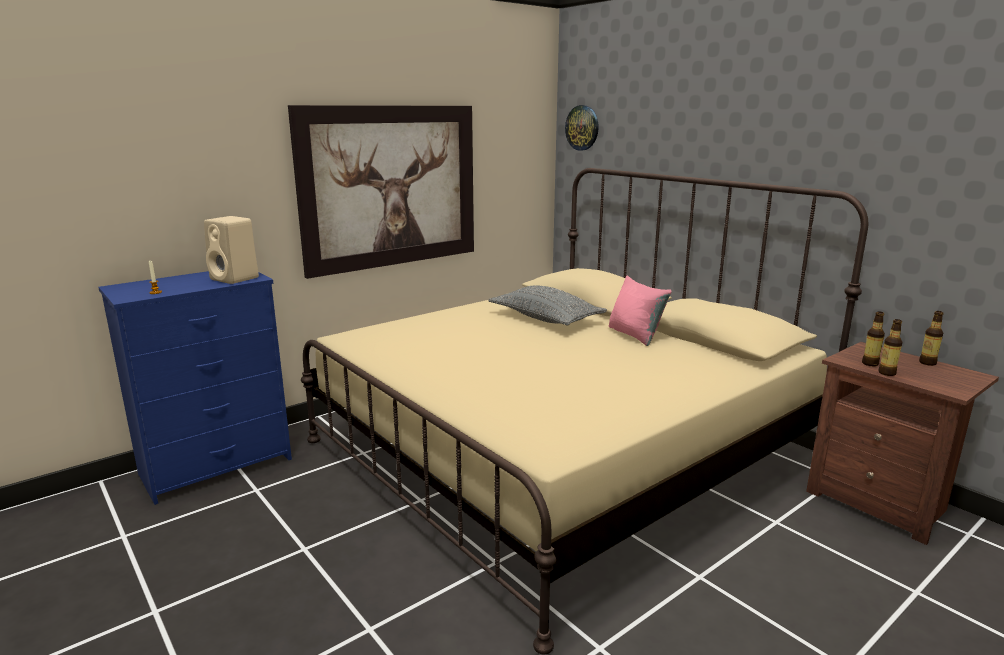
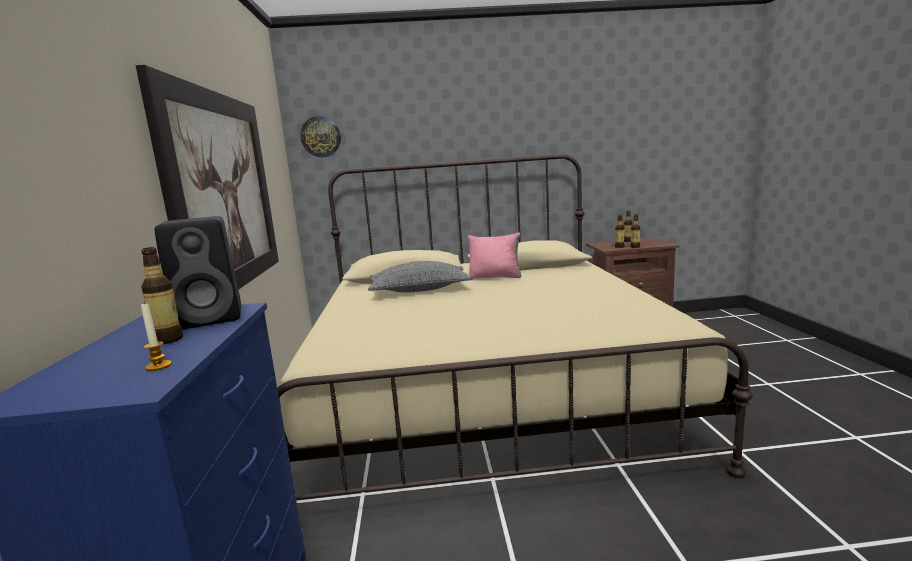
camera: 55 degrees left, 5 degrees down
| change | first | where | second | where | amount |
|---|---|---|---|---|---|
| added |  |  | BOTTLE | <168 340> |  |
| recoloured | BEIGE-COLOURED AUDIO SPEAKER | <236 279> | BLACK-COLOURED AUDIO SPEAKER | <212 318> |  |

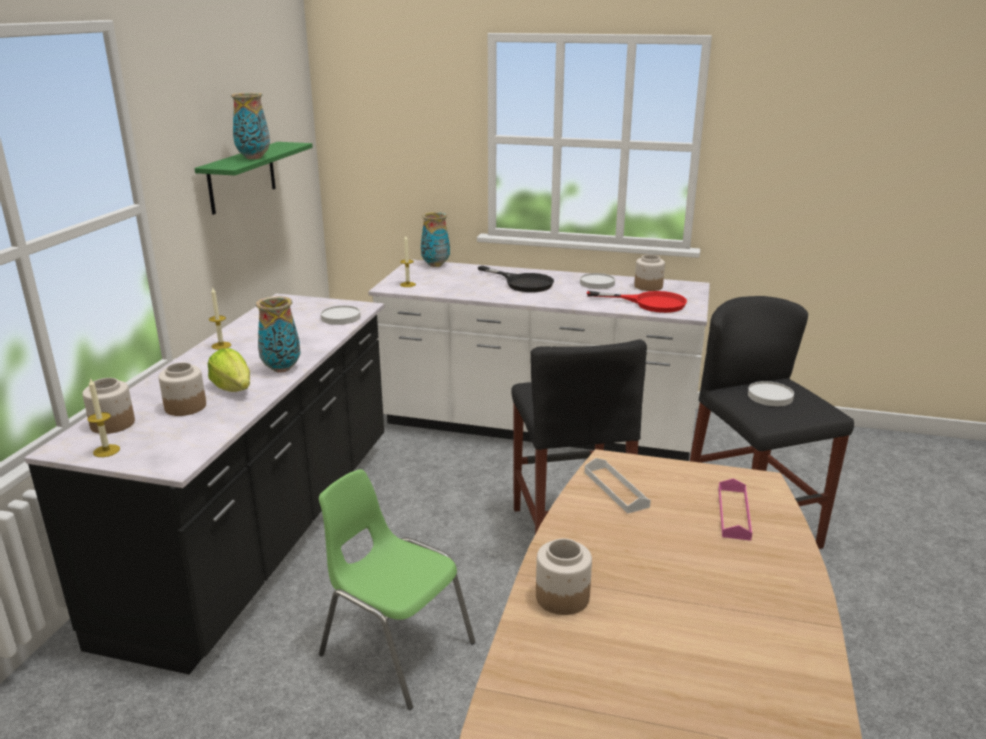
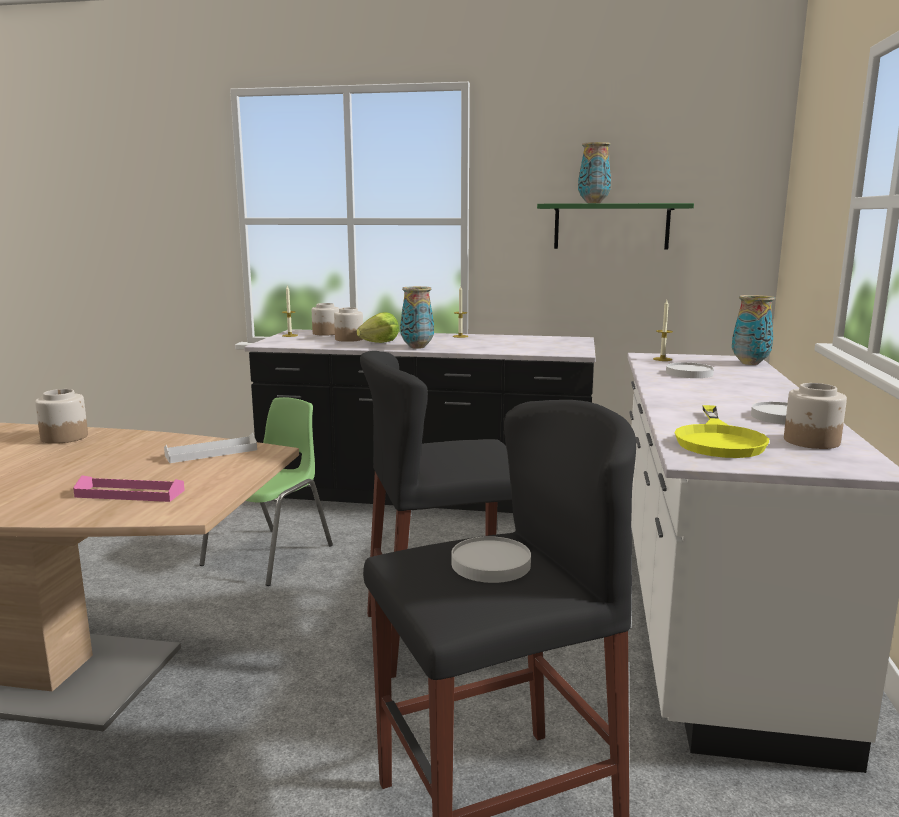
camera: 85 degrees right, 10 degrees down
| change | first | where | second | where | amount |
|---|---|---|---|---|---|
| moved | WHITE PLATE | <340 317> |  | <689 373> |  |
| recoloured | RED FRYING PAN | <650 303> | YELLOW-COLOURED FRYING PAN | <718 440> |  |
| removed | BLACK-COLOURED FRYING PAN | <522 283> |  |  |  |

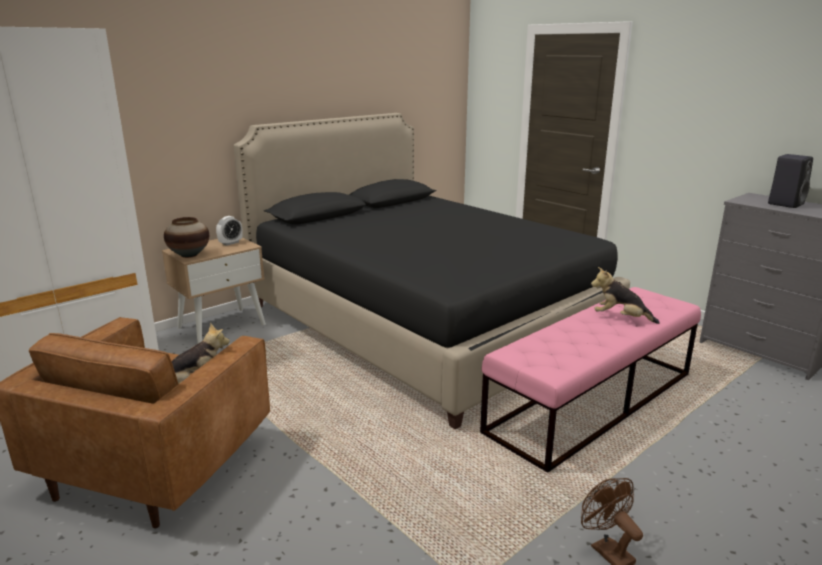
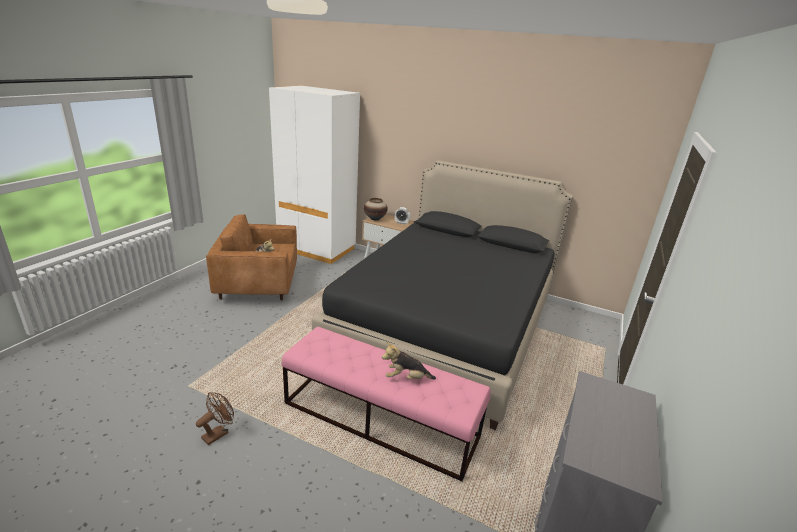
camera: 65 degrees right, 5 degrees up
| change | first | where | second | where | amount |
|---|---|---|---|---|---|
| turned | CUDDLY TOY | <620 318> |  | <406 378> | 90 degrees counterclockwise |
| removed | BLACK-COLOURED AUDIO SPEAKER | <785 203> |  |  |  |

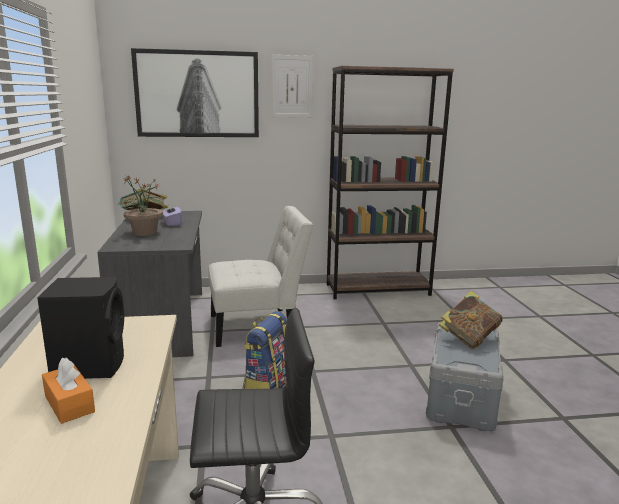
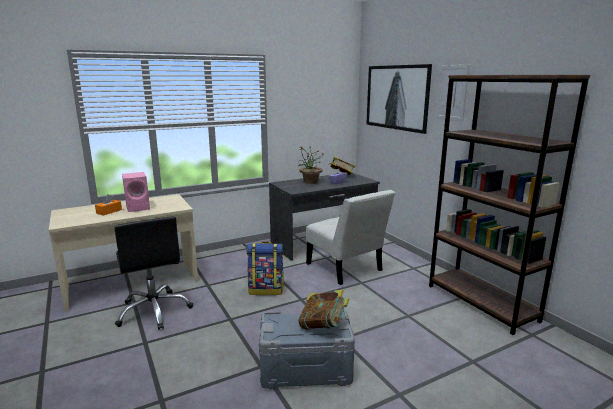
camera: 70 degrees right, 0 degrees up
| change | first | where | second | where | amount |
|---|---|---|---|---|---|
| recoloured | BLACK-COLOURED AUDIO SPEAKER | <90 364> | PINK-COLOURED AUDIO SPEAKER | <139 207> |  |

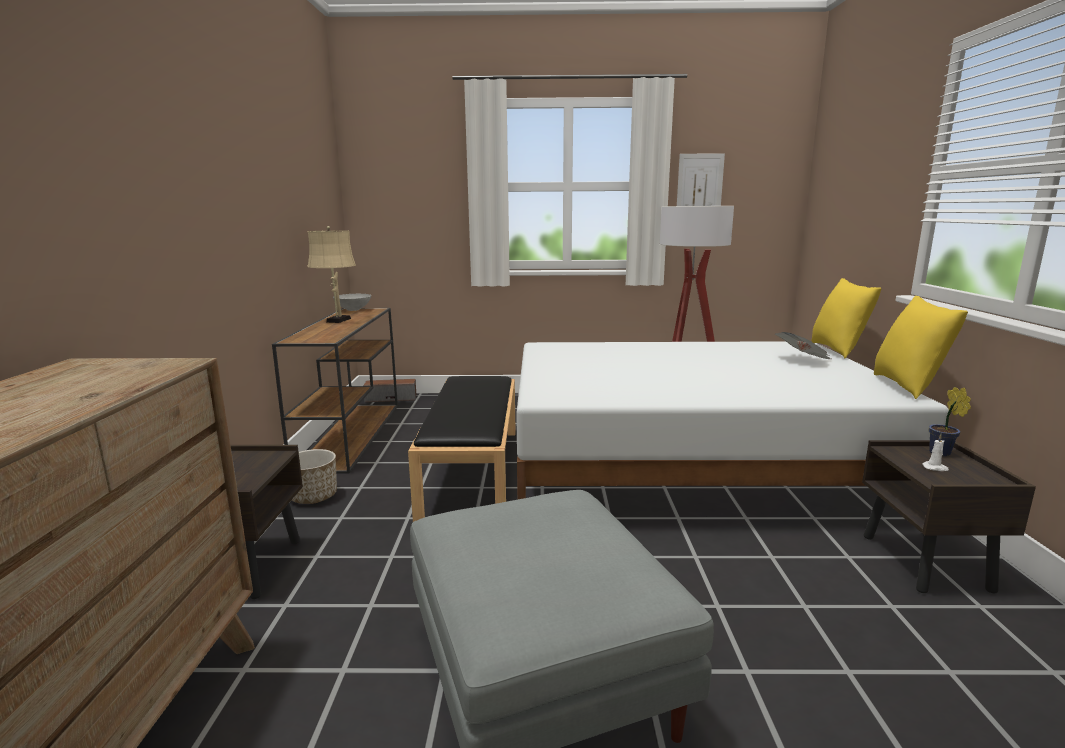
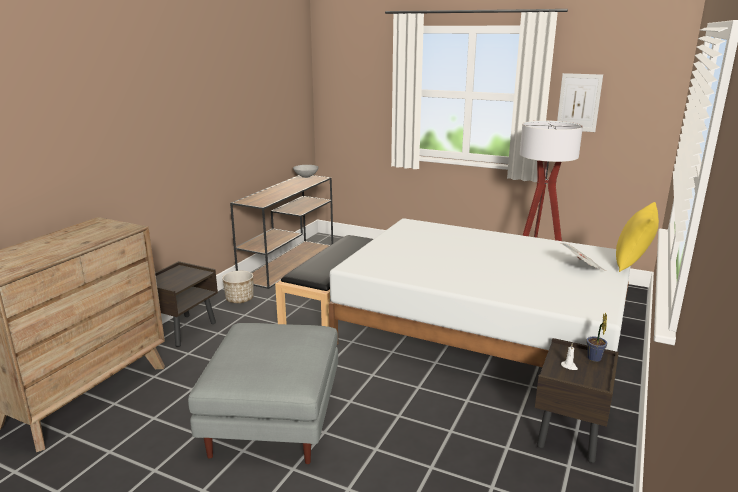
camera: 25 degrees right, 5 degrees up
| change | first | where | second | where | amount |
|---|---|---|---|---|---|
| removed | BEIGE-COLOURED TABLETOP LAMP | <337 321> |  |  |  |
| removed | AUDIO SPEAKER | <391 398> |  |  |  |
| removed | YELLOW-COLOURED THROW PILLOW | <908 386> |  |  |  |

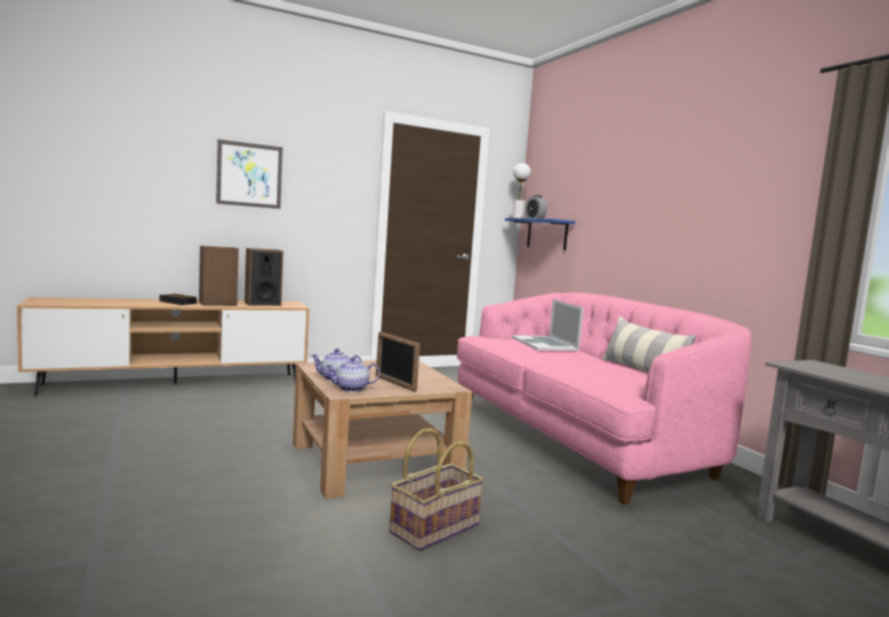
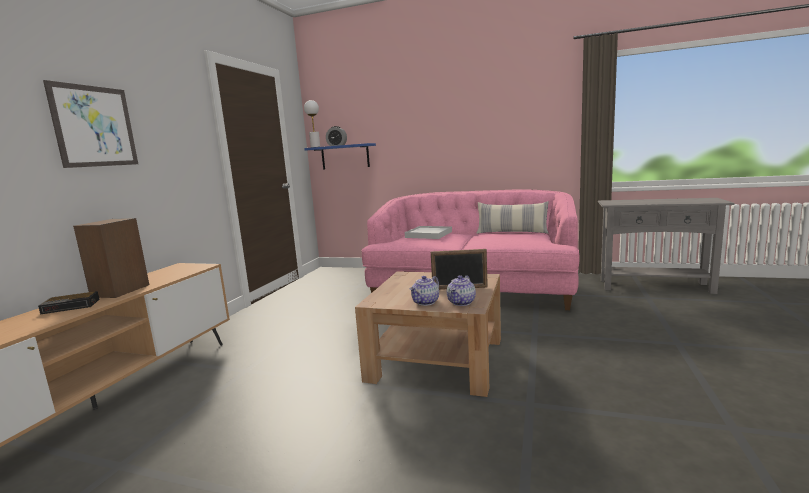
camera: 45 degrees left, 5 degrees up
| change | first | where | second | where | amount |
|---|---|---|---|---|---|
| replaced | LAPTOP | <544 344> | WHITE TRAY | <429 234> |  |
| removed | AUDIO SPEAKER | <262 304> |  |  |  |
| removed | BASKET | <434 528> |  |  |  |

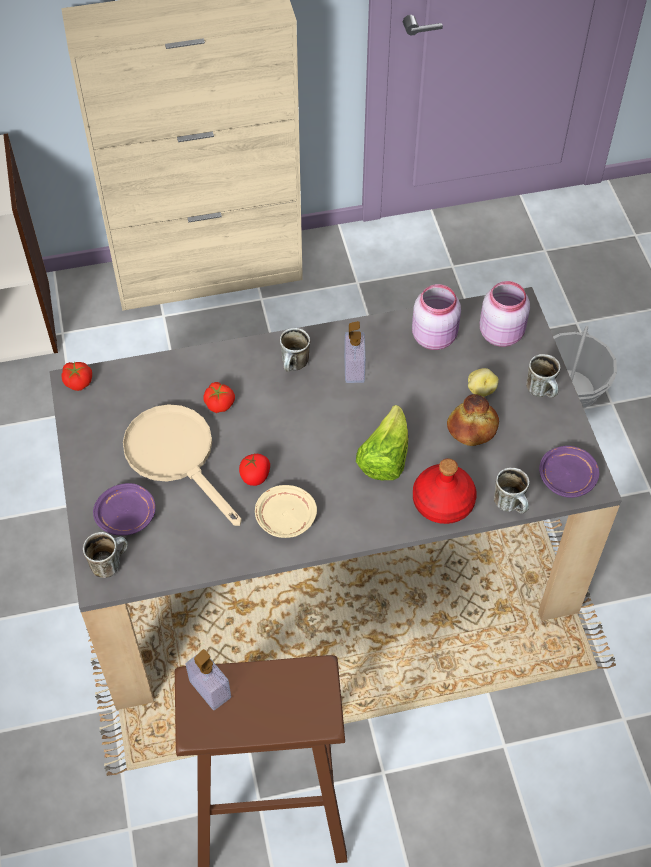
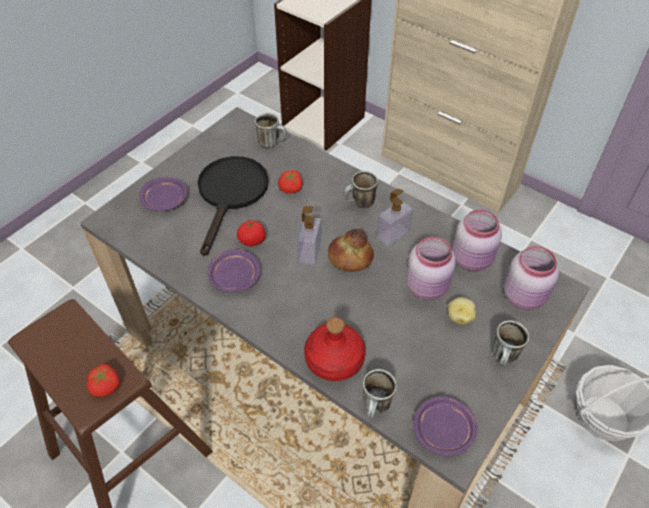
camera: 50 degrees right, 5 degrees down
| change | first | where | second | where | amount |
|---|---|---|---|---|---|
| moved | TOMATO | <78 381> |  | <106 385> |  |
| recoloured | BEIGE-COLOURED FRYING PAN | <177 456> | BLACK-COLOURED FRYING PAN | <231 194> |  |
| recoloured | BEIGE-COLOURED PLATE | <285 517> | PURPLE PLATE | <234 276> |  |
| moved | TEA MUG | <109 563> |  | <272 143> |  |
| moved | SOAP DISPENSER | <210 689> |  | <309 251> |  |
| moved | BAKED BREAD | <472 428> |  | <350 258> |  |
| added |  |  | PINK-COLOURED STORAGE JAR | <428 287> |  |
| removed | HEAD OF LETTUCE | <384 458> |  |  |  |

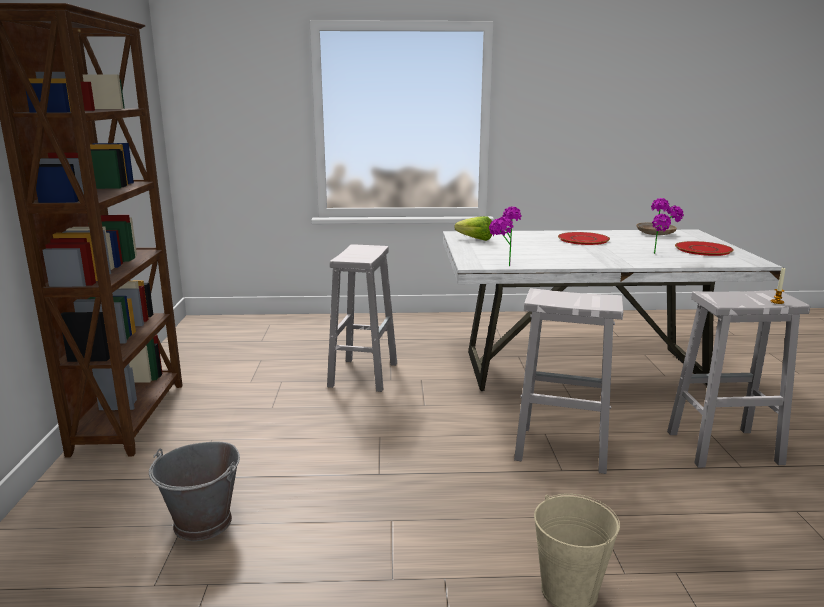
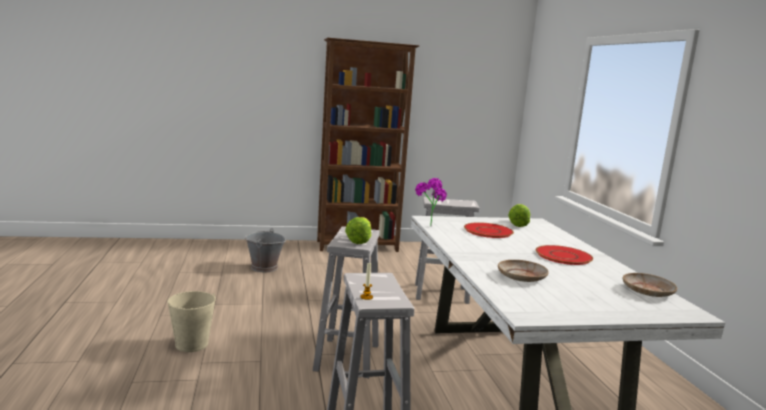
camera: 80 degrees right, 5 degrees down
| change | first | where | second | where | amount |
|---|---|---|---|---|---|
| added |  |  | HEAD OF LETTUCE | <361 240> |  |
| moved | RED PLATE | <703 249> |  | <488 231> |  |
| replaced | POTTED PLANT | <661 254> | BEIGE-COLOURED PLATE | <522 277> |  |

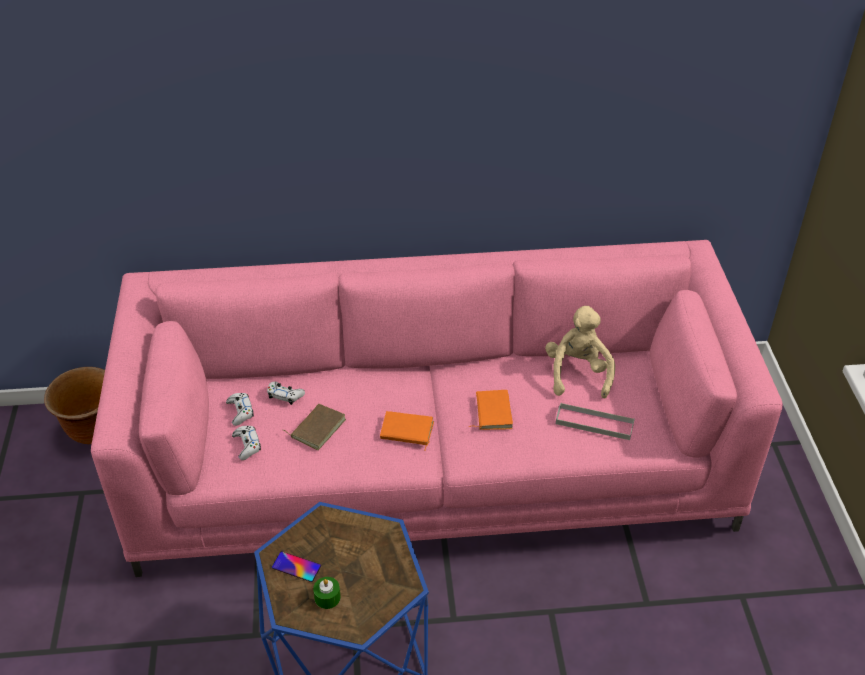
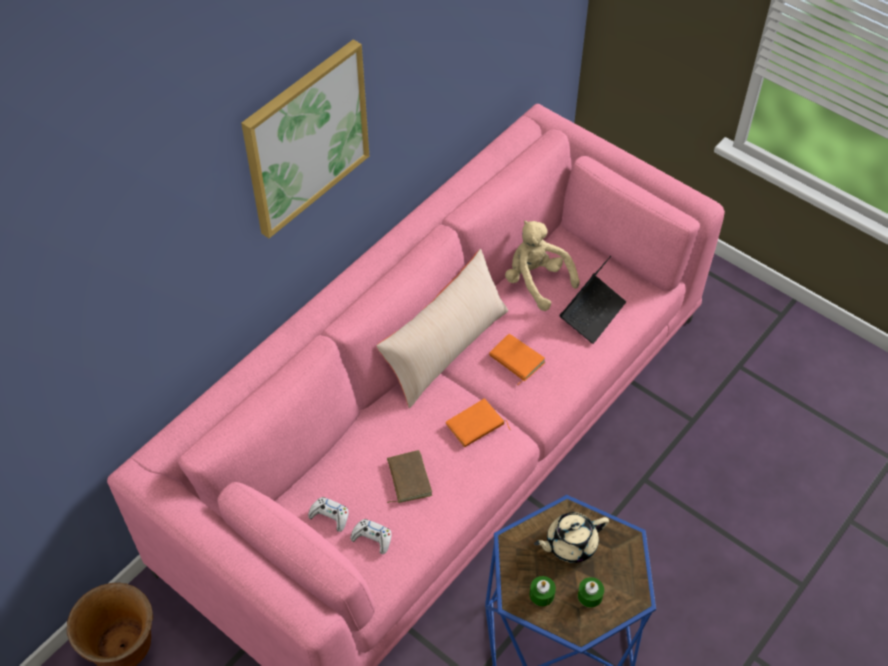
camera: 45 degrees left, 10 degrees up
| change | first | where | second | where | amount |
|---|---|---|---|---|---|
| added |  |  | PICTURE | <306 138> |  |
| added |  |  | BEIGE-COLOURED THROW PILLOW | <445 348> |  |
| replaced | TELEPHONE | <296 567> | GREEN WAX CANDLE | <542 594> |  |
| added |  |  | BEIGE-COLOURED TEAPOT | <570 544> |  |
| replaced | GREY TRAY | <594 423> | LAPTOP | <592 313> |  |
| removed | WHITE JOYPAD | <285 395> |  |  |  |

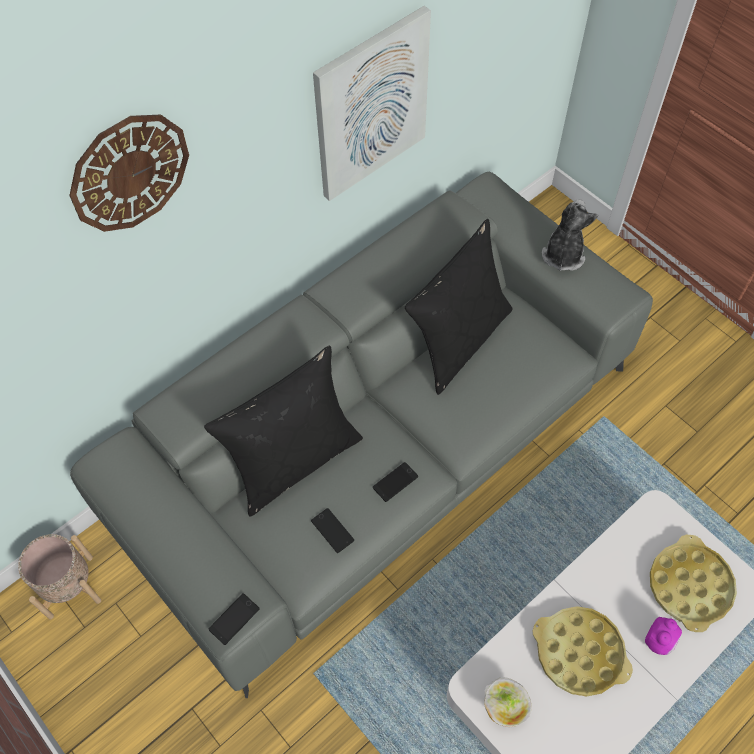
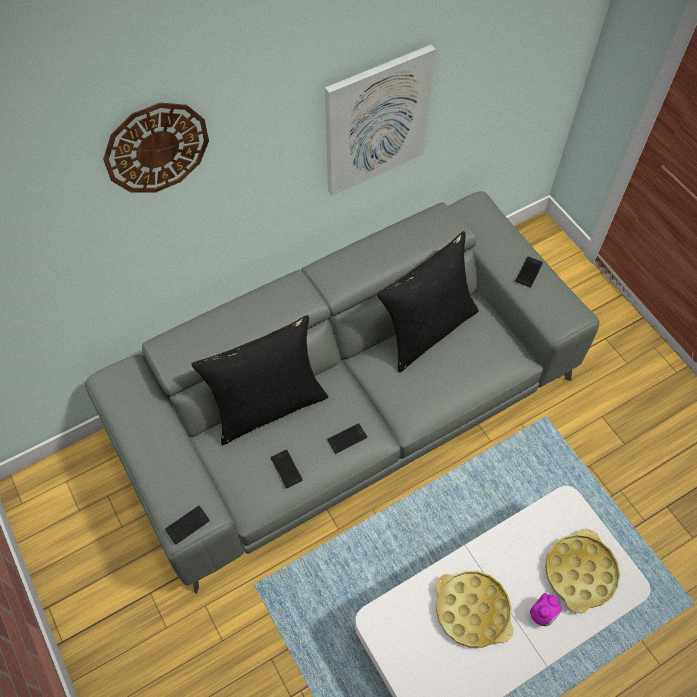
camera: 10 degrees right, 0 degrees up
| change | first | where | second | where | amount |
|---|---|---|---|---|---|
| replaced | CUDDLY TOY | <563 254> | TELEPHONE | <529 272> |  |
| removed | BEIGE-COLOURED PLANTER | <70 586> |  |  |  |
| removed | SERVING BOWL | <504 706> |  |  |  |

